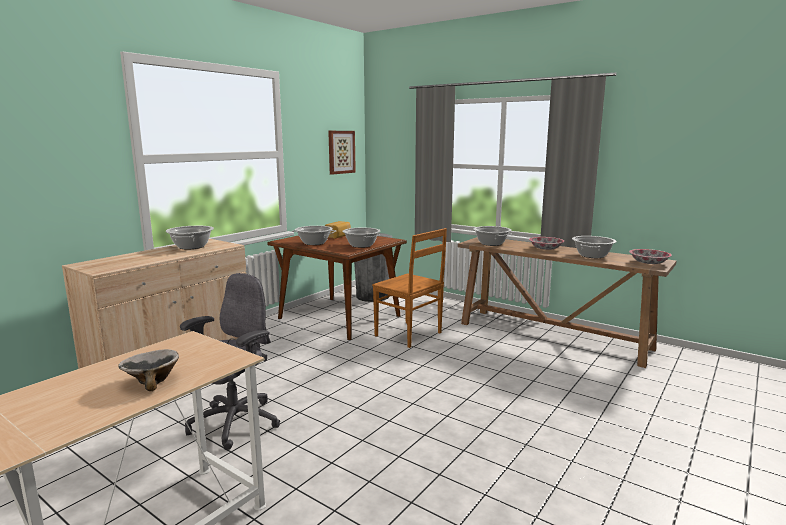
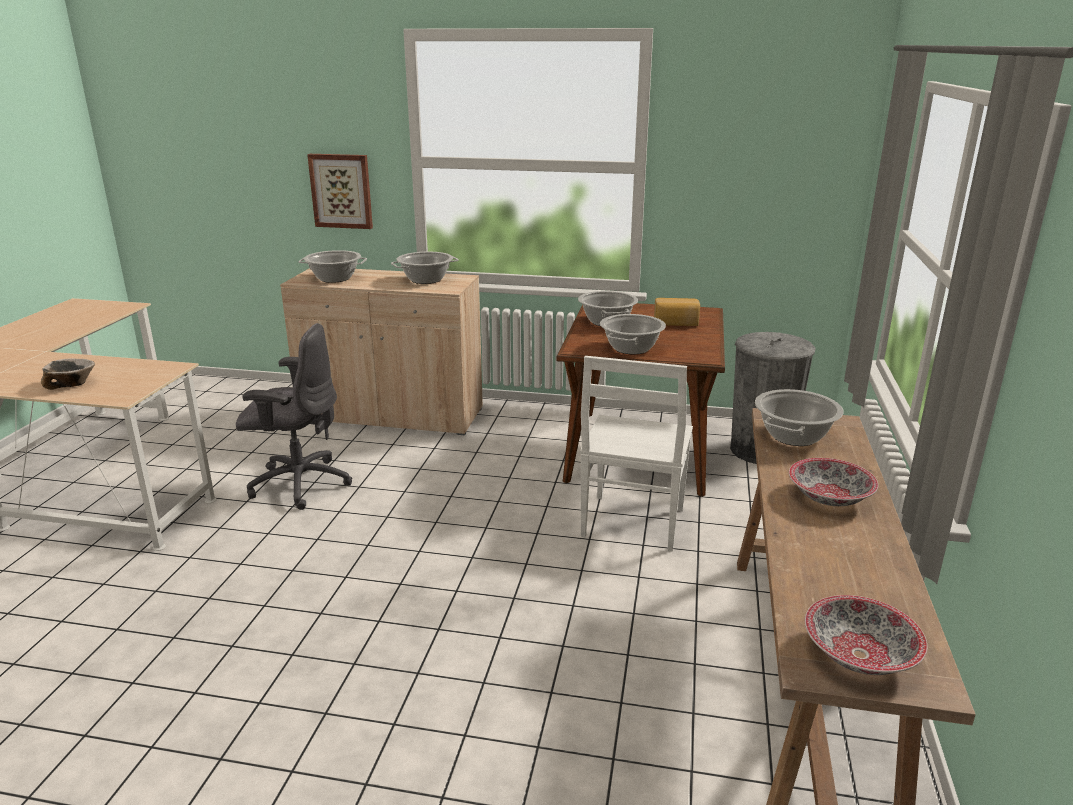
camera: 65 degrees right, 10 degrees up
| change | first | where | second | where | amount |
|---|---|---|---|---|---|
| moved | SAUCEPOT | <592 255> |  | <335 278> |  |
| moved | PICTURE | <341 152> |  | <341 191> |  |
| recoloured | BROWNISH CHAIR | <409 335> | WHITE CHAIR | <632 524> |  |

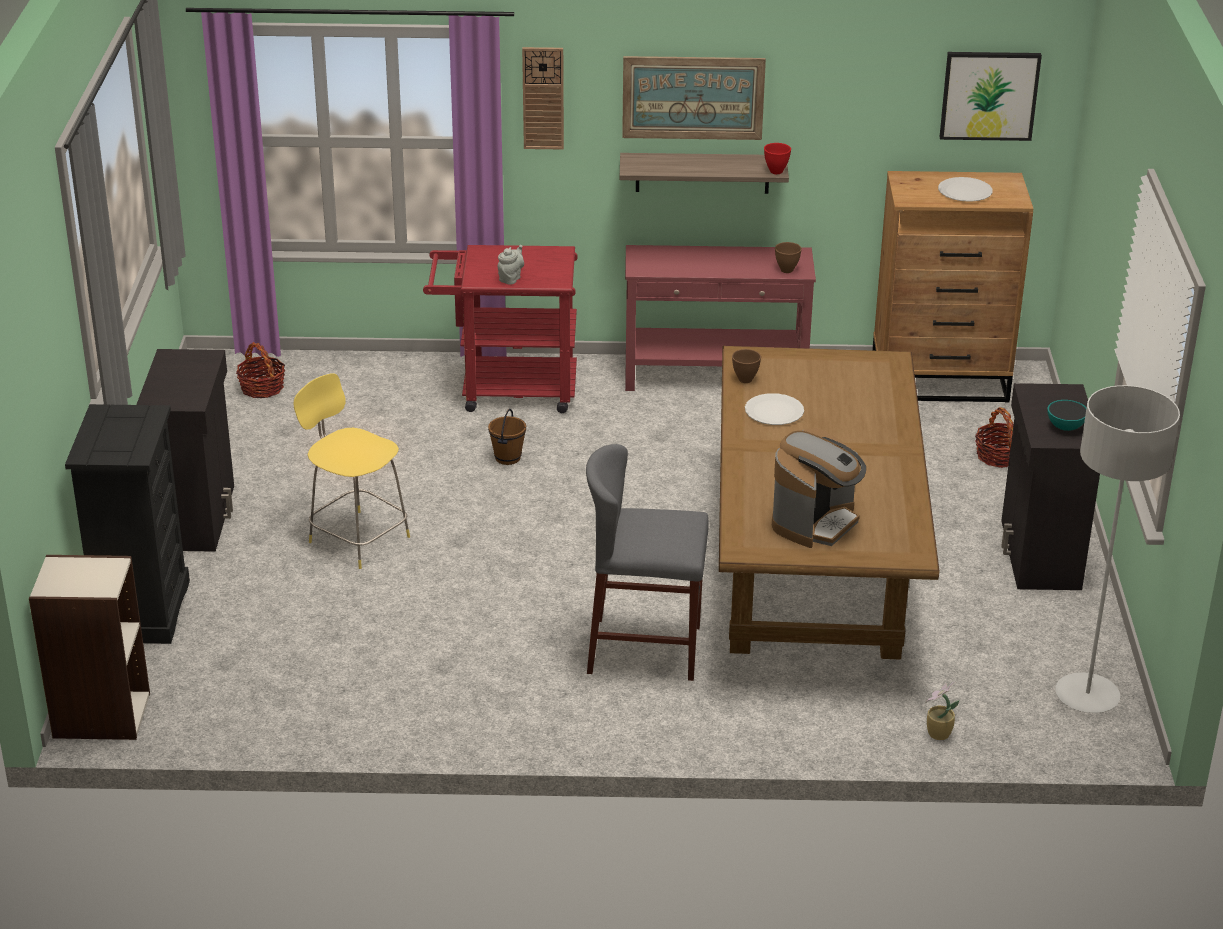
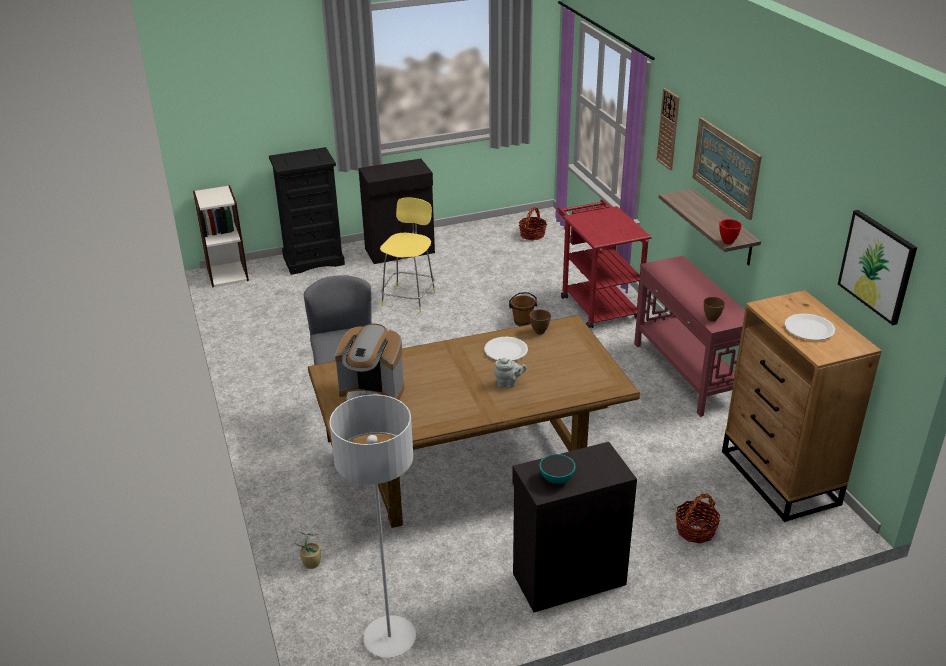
camera: 70 degrees right, 0 degrees up
| change | first | where | second | where | amount |
|---|---|---|---|---|---|
| moved | GREY TEAPOT | <511 278> |  | <508 383> |  |

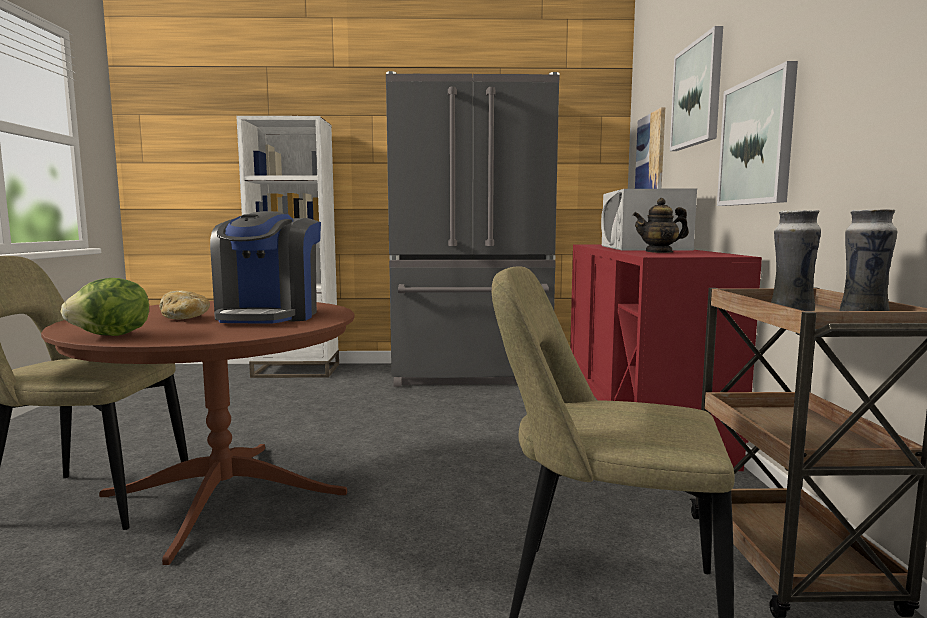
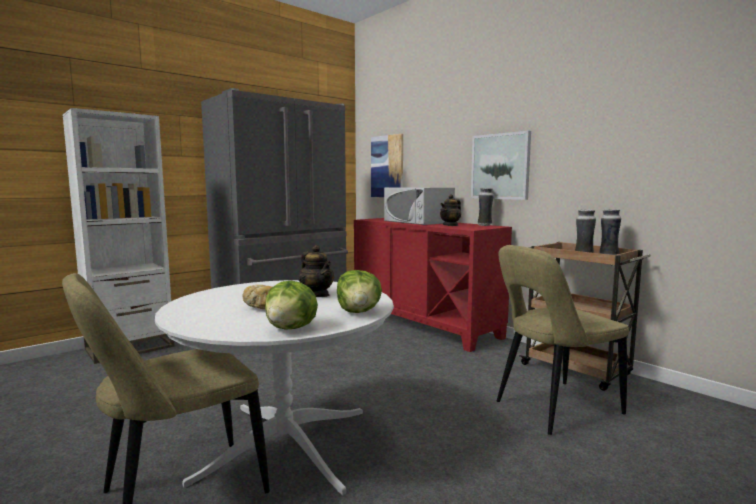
camera: 40 degrees left, 0 degrees up
| change | first | where | second | where | amount |
|---|---|---|---|---|---|
| recoloured | BROWNISH KITCHEN TABLE | <223 495> | WHITE KITCHEN TABLE | <284 445> |  |
| replaced | COFFEE MAKER | <269 316> | TEAPOT | <317 295> |  |
| added |  |  | HEAD OF LETTUCE | <359 312> |  |
| added |  |  | DECORATIVE VASE | <485 225> |  |
| removed | PICTURE | <697 94> |  |  |  |

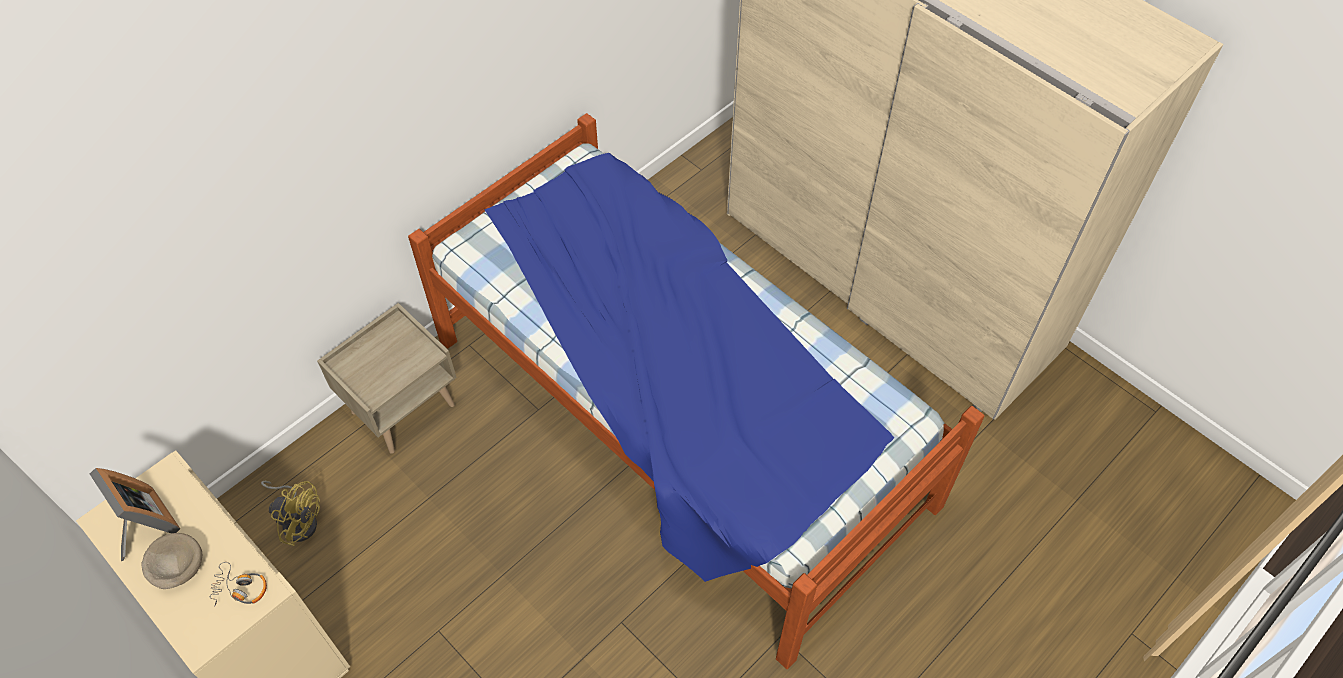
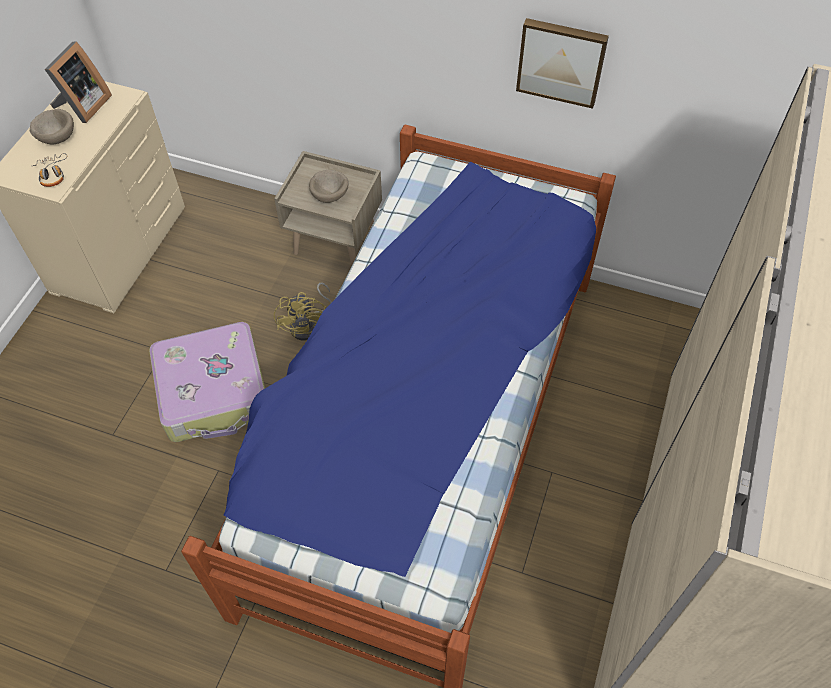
camera: 65 degrees right, 0 degrees up
| change | first | where | second | where | amount |
|---|---|---|---|---|---|
| added |  |  | SUITCASE | <214 392> |  |
| moved | YELLOW-COLOURED ELECTRIC FAN | <299 520> |  | <309 325> |  |
| added |  |  | BEIGE-COLOURED SERVING BOWL | <330 195> |  |
| added |  |  | PICTURE | <561 61> |  |

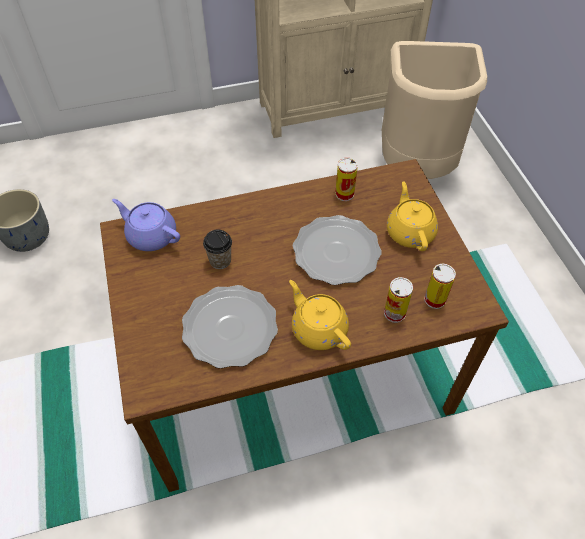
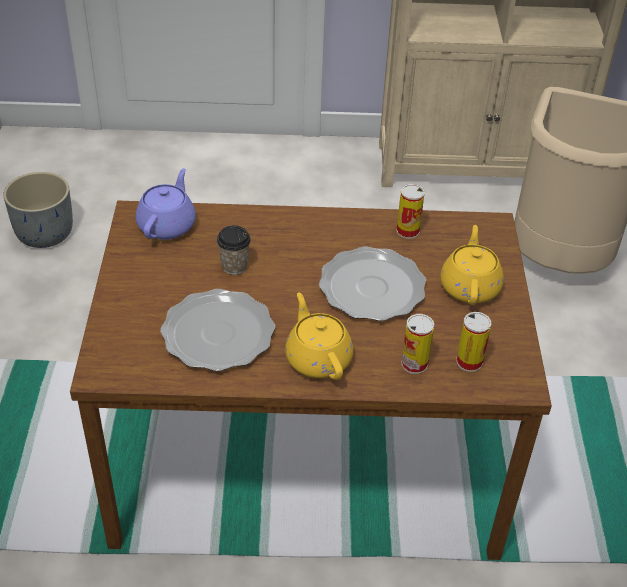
camera: 15 degrees right, 10 degrees down
| change | first | where | second | where | amount |
|---|---|---|---|---|---|
| turned | PURPLE TEAPOT | <151 236> |  | <167 225> | 60 degrees clockwise |

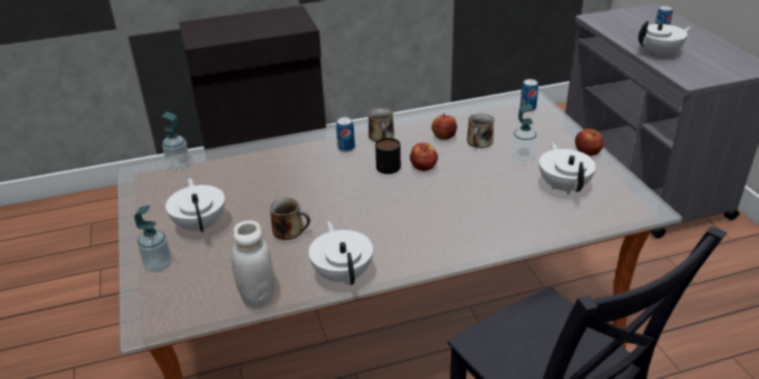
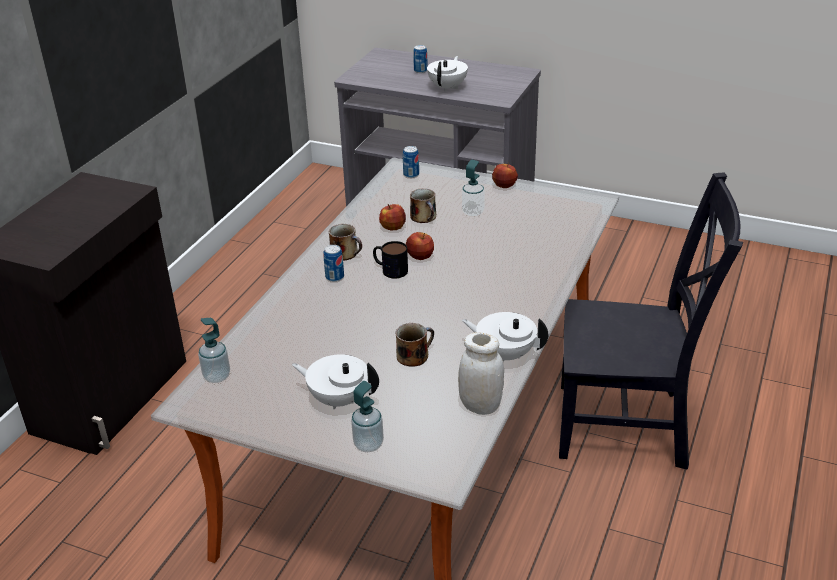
camera: 50 degrees left, 0 degrees up
| change | first | where | second | where | amount |
|---|---|---|---|---|---|
| removed | WHITE TEAPOT | <564 186> |  |  |  |

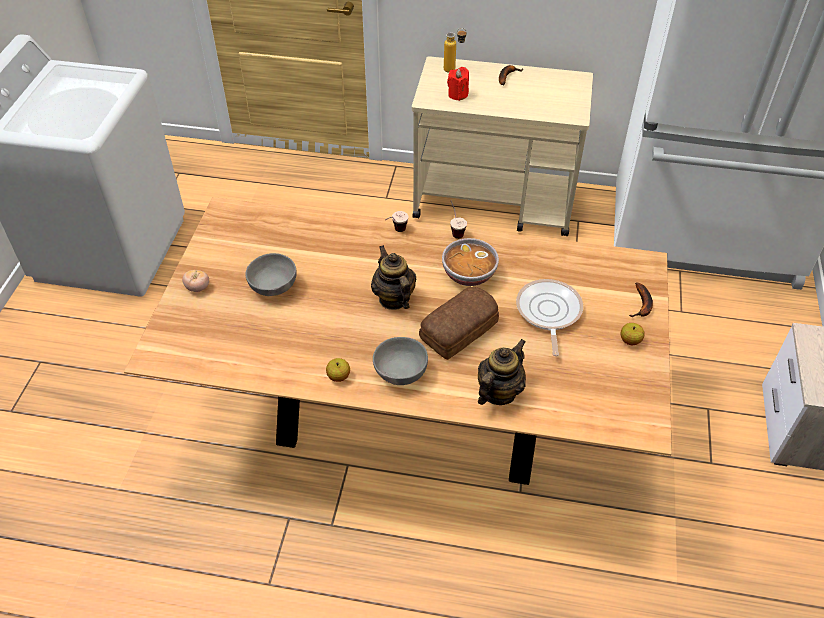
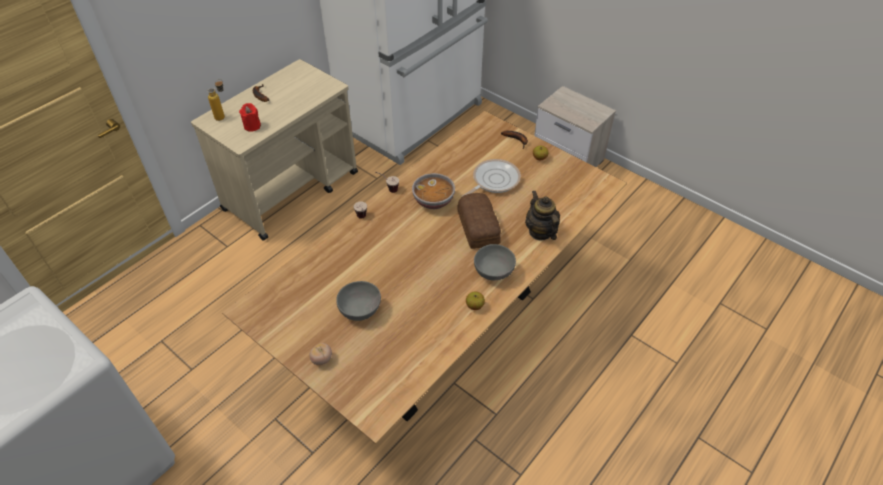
camera: 60 degrees left, 0 degrees up
| change | first | where | second | where | amount |
|---|---|---|---|---|---|
| turned | FRYING PAN | <548 312> |  | <493 180> | 105 degrees clockwise |
| removed | TEAPOT | <394 298> |  |  |  |

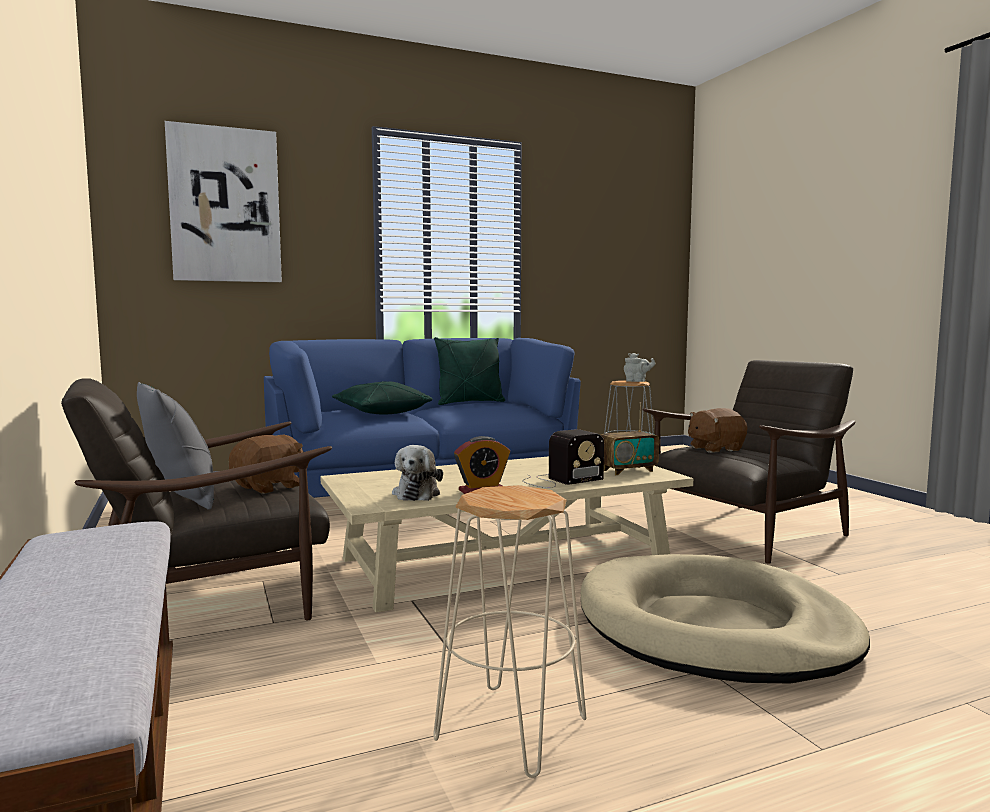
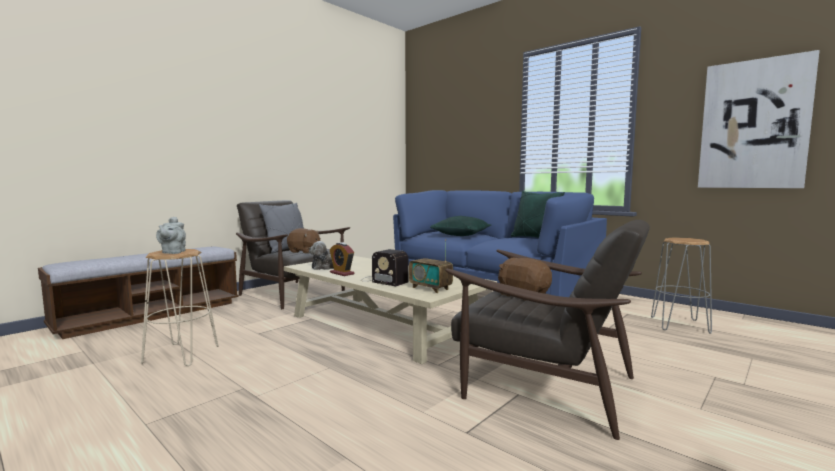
camera: 65 degrees right, 0 degrees up
| change | first | where | second | where | amount |
|---|---|---|---|---|---|
| moved | GREY TEAPOT | <637 381> |  | <172 252> |  |
| moved | PICTURE | <225 205> |  | <753 125> |  |
| removed | BEIGE-COLOURED PET BED | <714 627> |  |  |  |

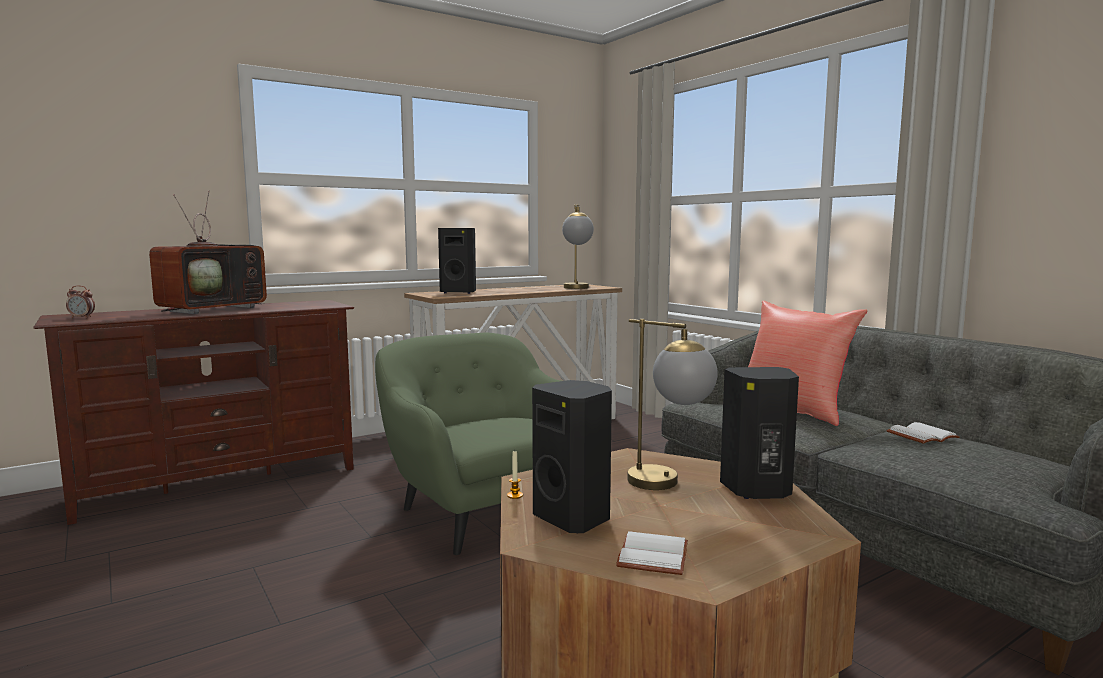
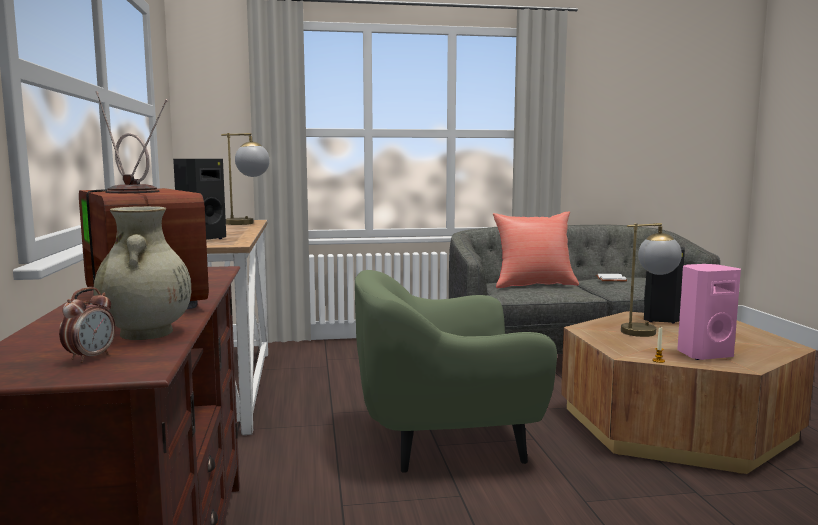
camera: 65 degrees left, 0 degrees up
| change | first | where | second | where | amount |
|---|---|---|---|---|---|
| added |  |  | BEIGE-COLOURED DECORATIVE VASE | <146 334> |  |
| recoloured | BLACK-COLOURED AUDIO SPEAKER | <574 518> | PINK-COLOURED AUDIO SPEAKER | <703 354> |  |
| removed | WHITE BOOK | <655 556> |  |  |  |

